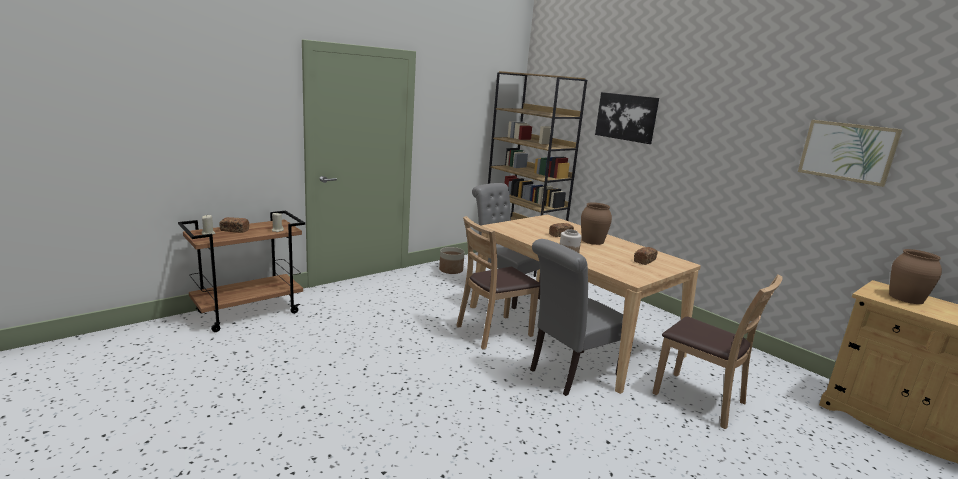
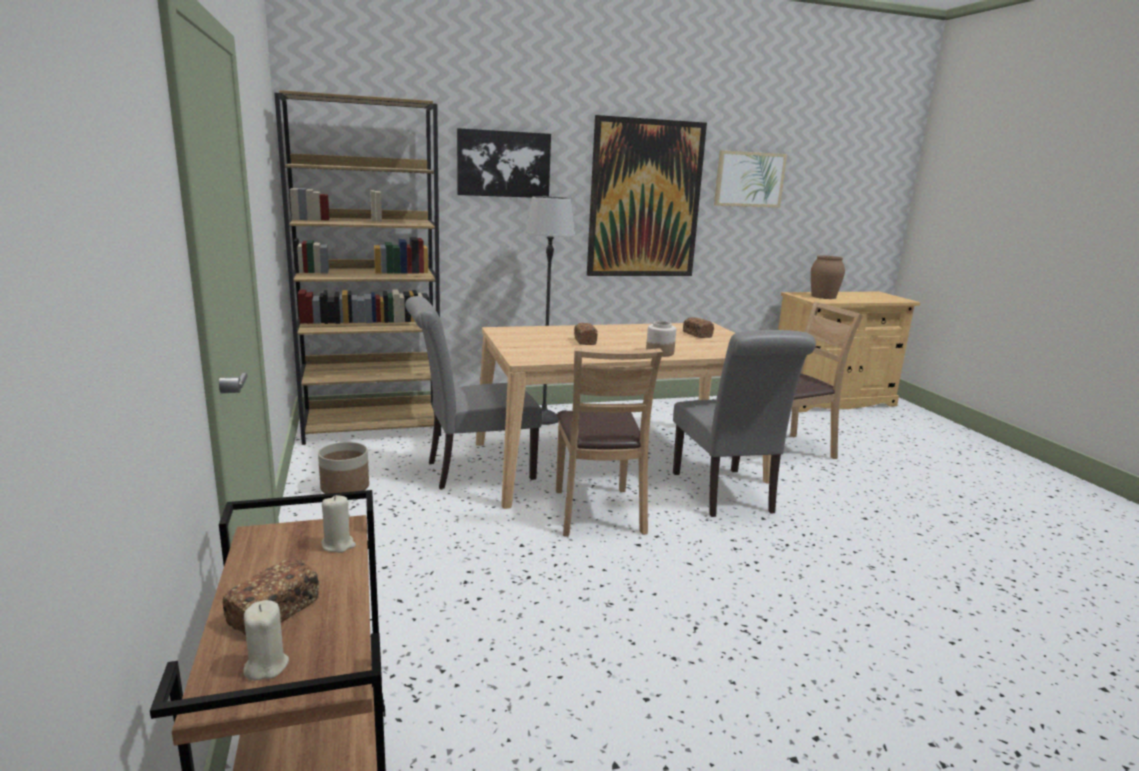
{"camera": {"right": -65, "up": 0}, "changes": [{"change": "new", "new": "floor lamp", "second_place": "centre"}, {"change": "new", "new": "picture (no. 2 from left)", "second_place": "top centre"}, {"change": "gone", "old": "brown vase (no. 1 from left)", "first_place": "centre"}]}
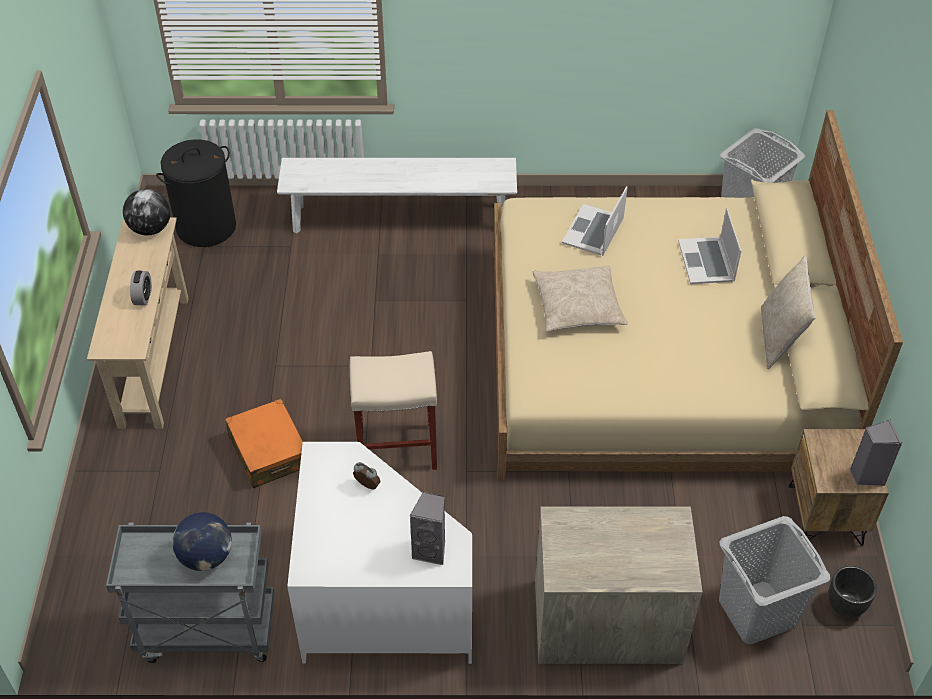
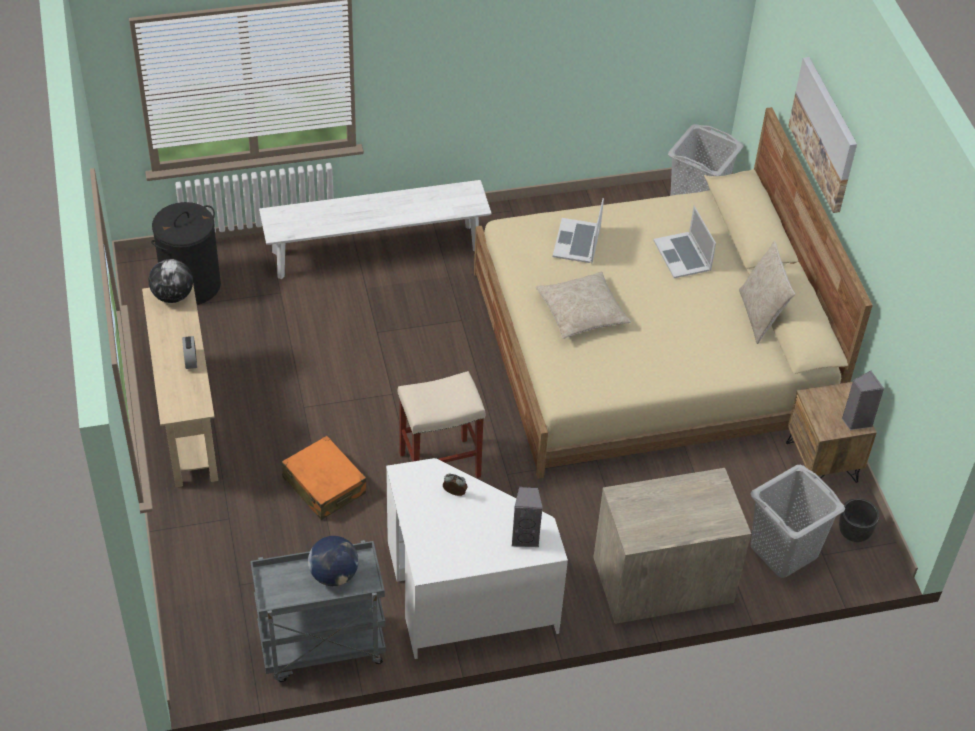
{"camera": {"right": -15, "up": 0}, "changes": [{"change": "new", "new": "picture", "second_place": "top right"}]}
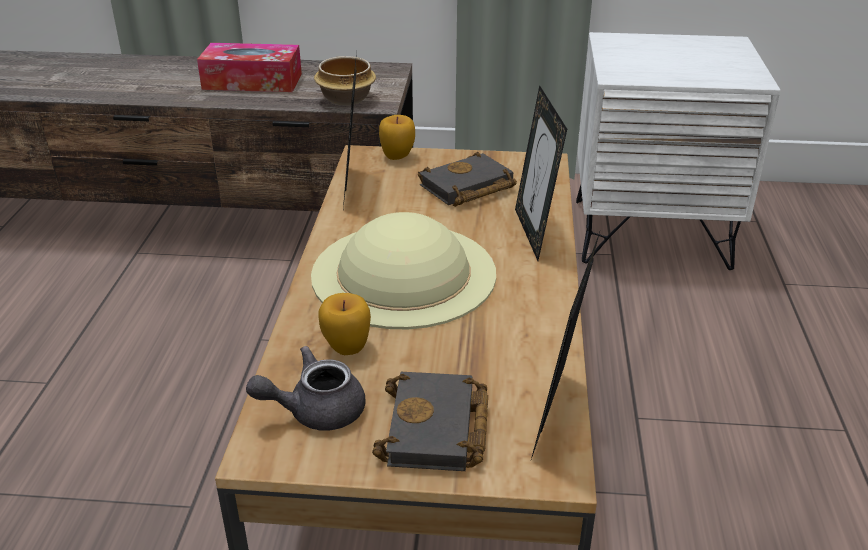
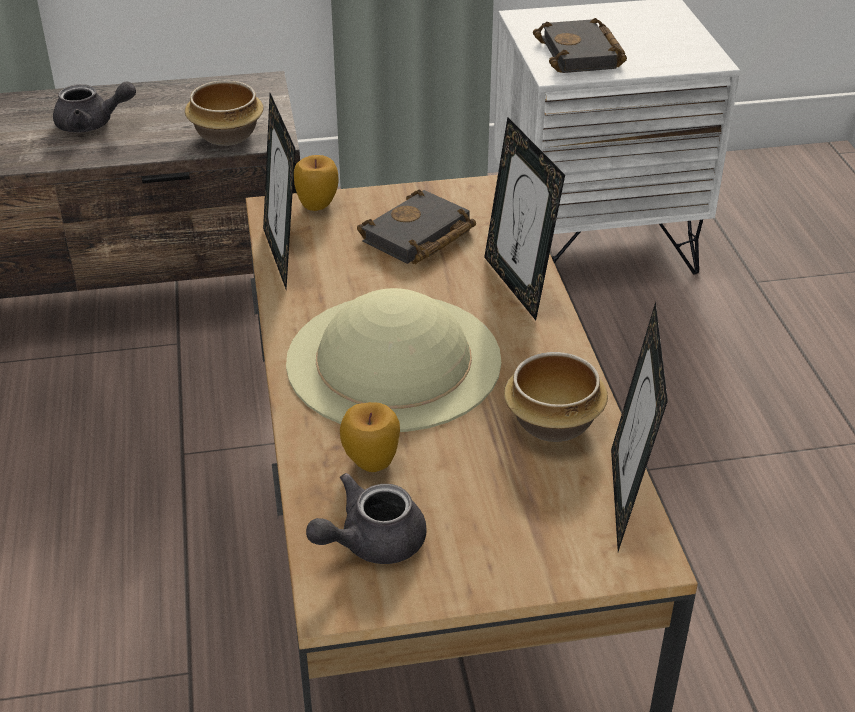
{"camera": {"right": -15, "up": 5}, "changes": [{"change": "swapped", "old": "tissue box", "new": "grey teapot (no. 1 from left)", "first_place": "top left", "second_place": "top left"}, {"change": "new", "new": "bowl (no. 2 from left)", "second_place": "centre"}, {"change": "shifted", "old": "black book (no. 1 from left in the first image)", "new": "black book (no. 2 from left)", "first_place": "bottom centre", "second_place": "top right"}]}
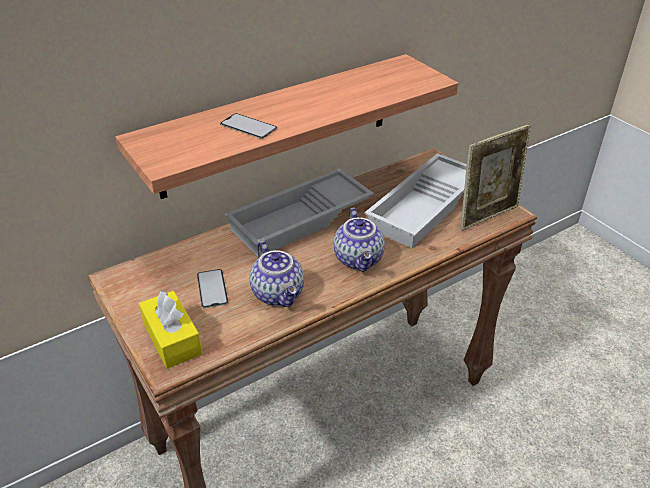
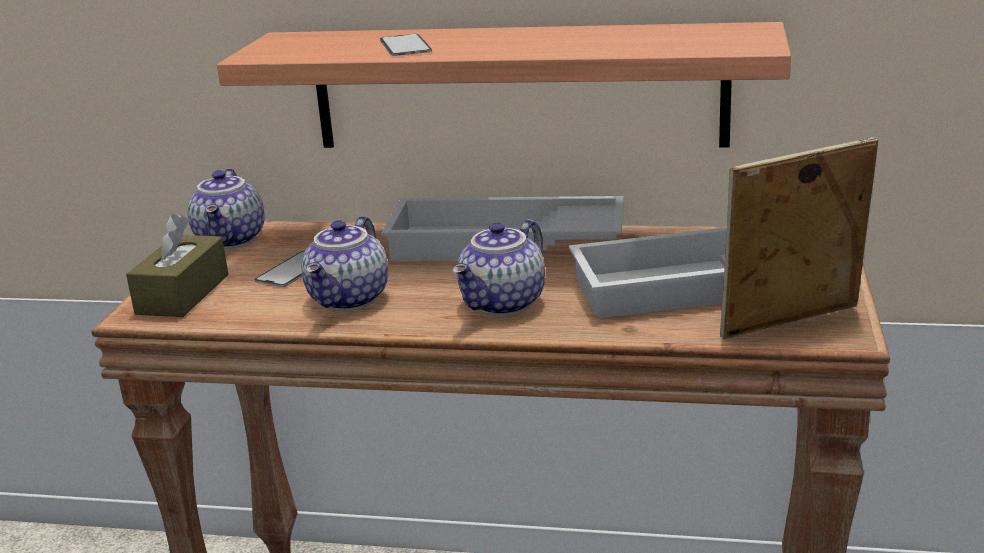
{"camera": {"right": 45, "up": -15}, "changes": [{"change": "repainted", "old": "yellow tissue box", "new": "brown tissue box", "first_place": "bottom left", "second_place": "middle left"}, {"change": "new", "new": "teapot (no. 1 from left)", "second_place": "middle left"}, {"change": "rotated", "old": "picture frame", "first_place": "middle right", "second_place": "middle right", "degrees": 150}]}
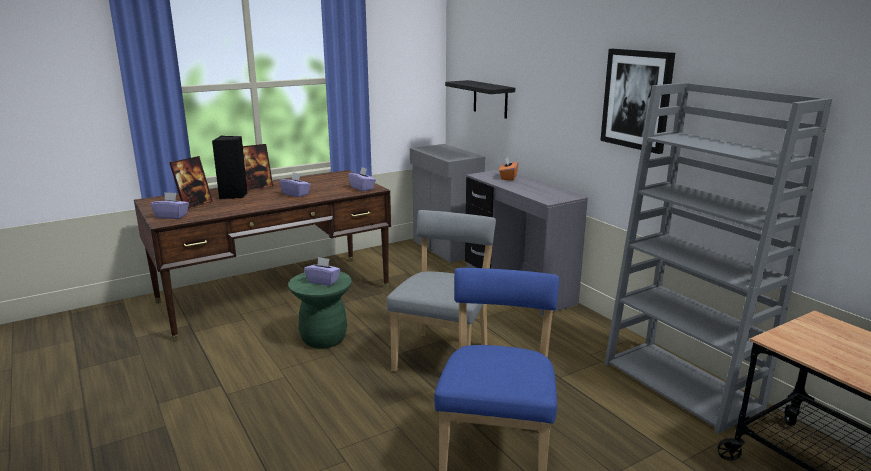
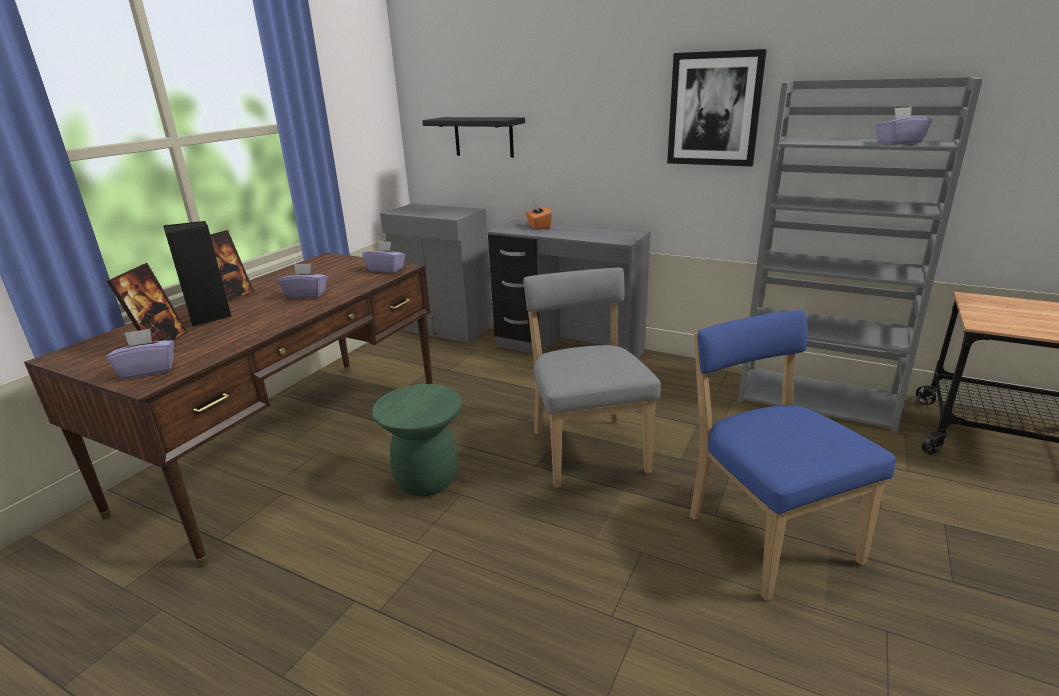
{"camera": {"right": -30, "up": 5}, "changes": [{"change": "shifted", "old": "purple tissue box (no. 3 from left in the first image)", "new": "purple tissue box (no. 4 from left)", "first_place": "centre", "second_place": "top right"}]}
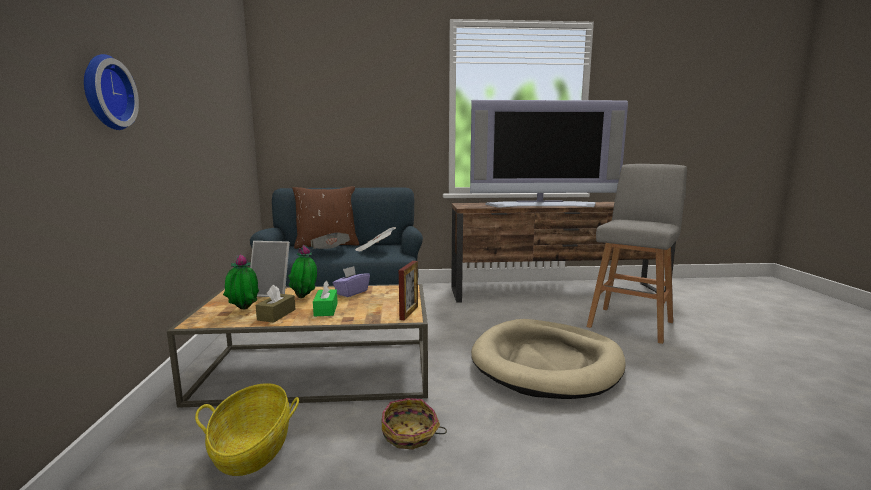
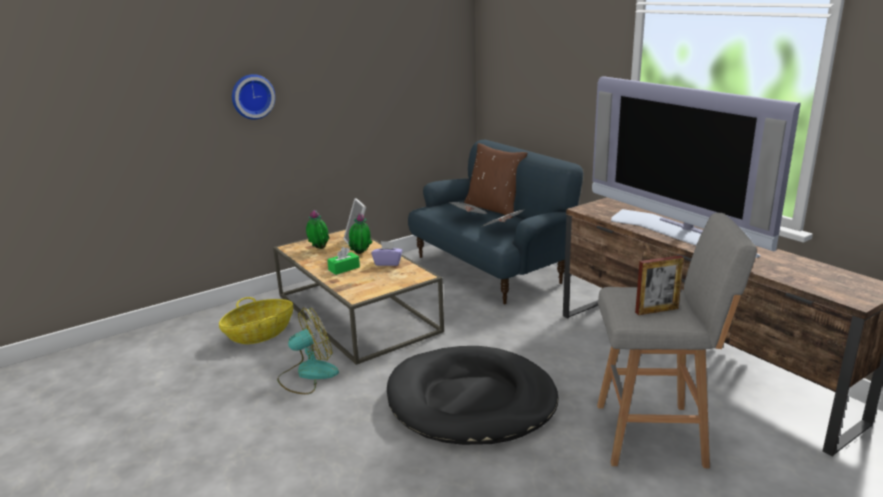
{"camera": {"right": 60, "up": 10}, "changes": [{"change": "swapped", "old": "basket (no. 2 from left)", "new": "fan", "first_place": "bottom centre", "second_place": "bottom centre"}, {"change": "repainted", "old": "beige dog bed", "new": "black dog bed", "first_place": "bottom centre", "second_place": "bottom centre"}, {"change": "shifted", "old": "picture frame (no. 2 from left)", "first_place": "centre", "second_place": "middle right"}, {"change": "gone", "old": "brown tissue box", "first_place": "middle left"}]}
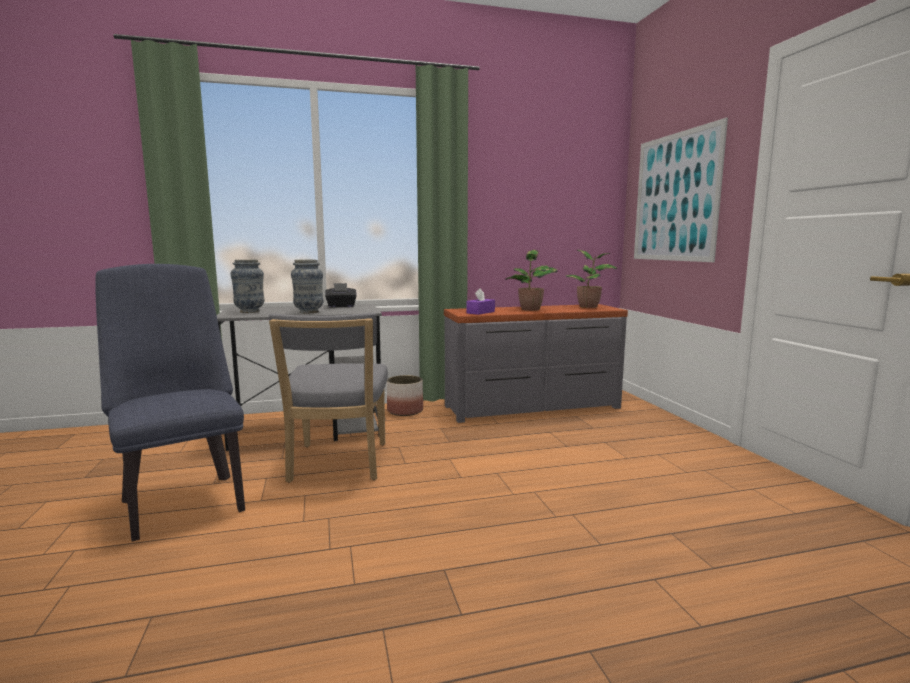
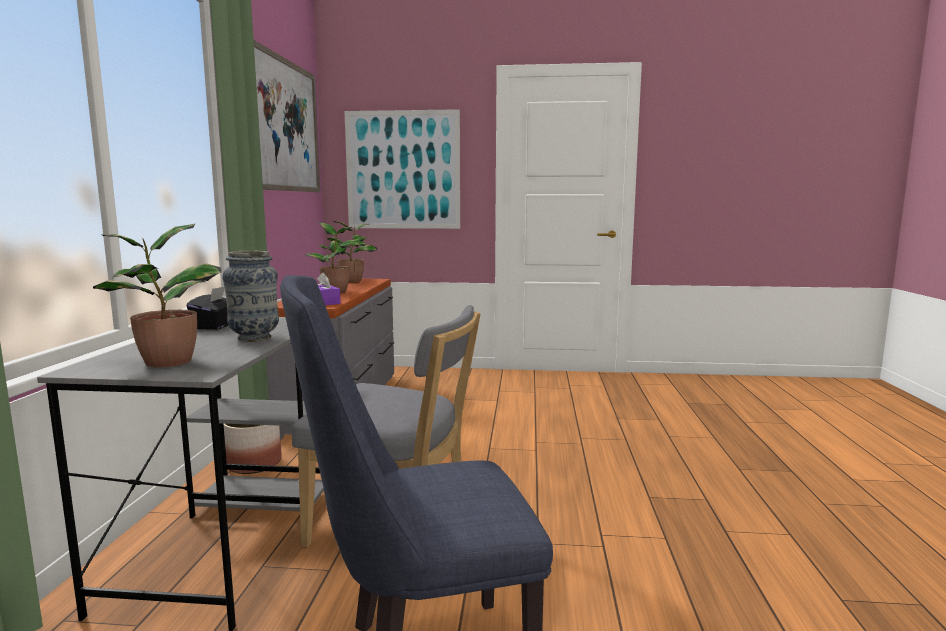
{"camera": {"right": -70, "up": 0}, "changes": [{"change": "swapped", "old": "vase (no. 1 from left)", "new": "potted plant (no. 1 from left)", "first_place": "middle left", "second_place": "middle left"}, {"change": "new", "new": "picture (no. 1 from left)", "second_place": "top left"}]}
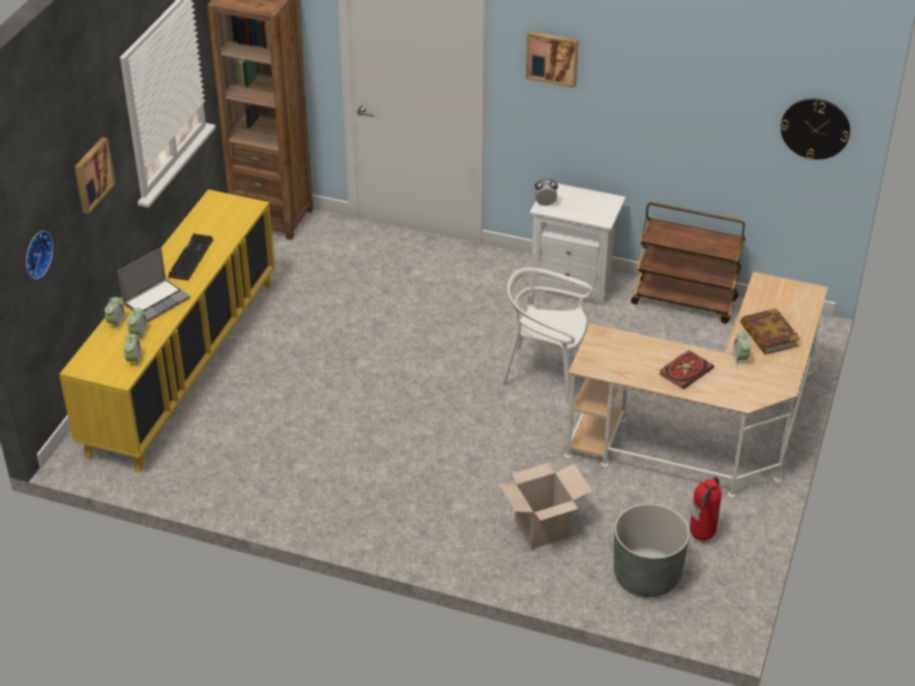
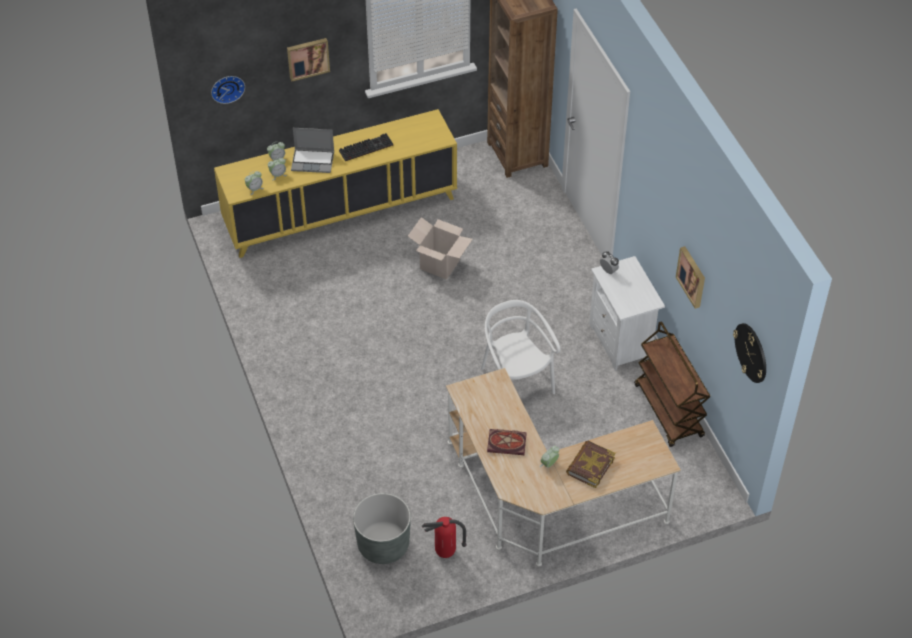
{"camera": {"right": 50, "up": 10}, "changes": [{"change": "shifted", "old": "cardboard box", "first_place": "bottom centre", "second_place": "centre"}, {"change": "shifted", "old": "picture (no. 2 from left)", "first_place": "top centre", "second_place": "middle right"}]}
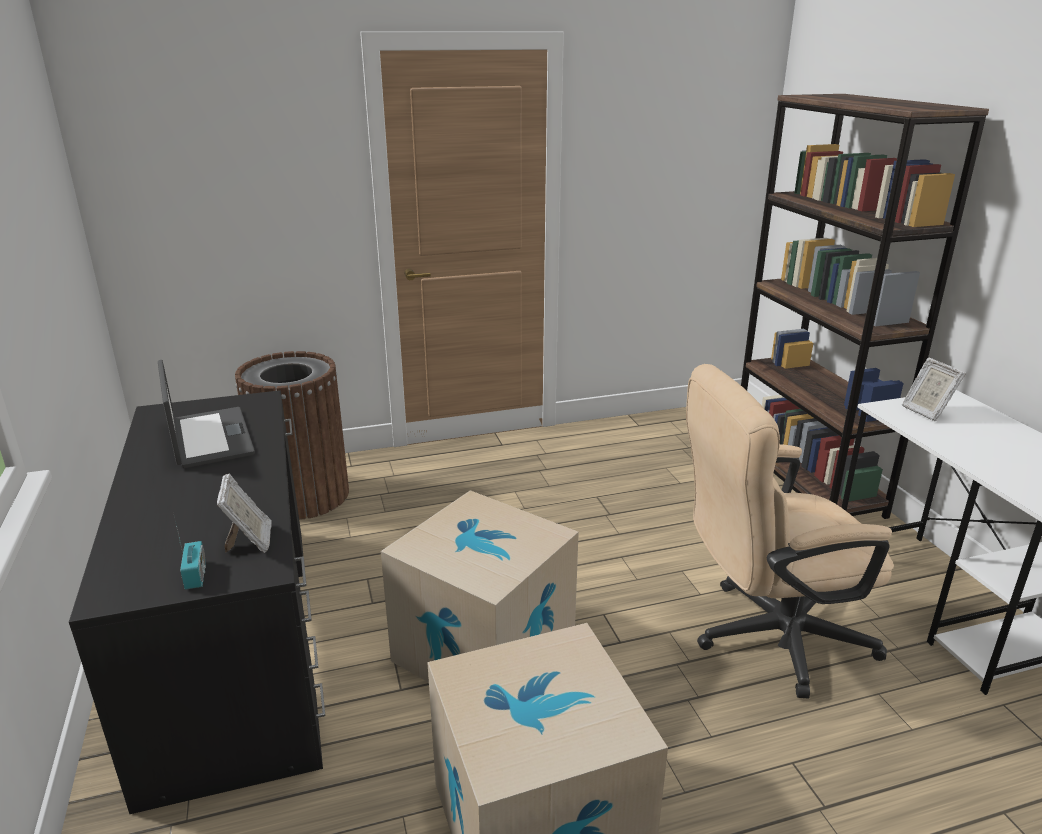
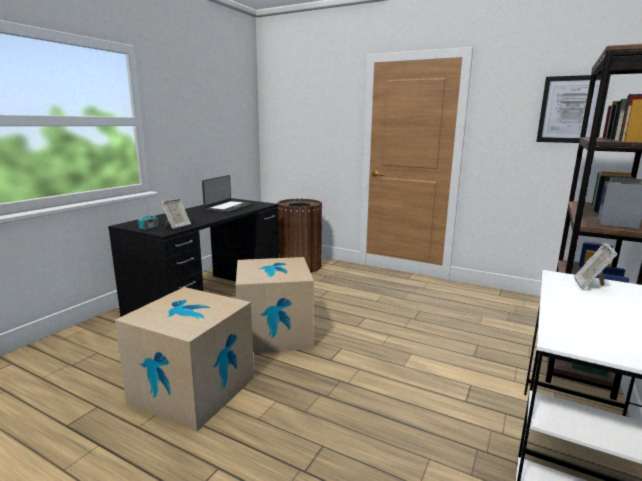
{"camera": {"right": 45, "up": -10}, "changes": [{"change": "new", "new": "picture", "second_place": "top right"}, {"change": "gone", "old": "beige office chair", "first_place": "middle right"}]}
